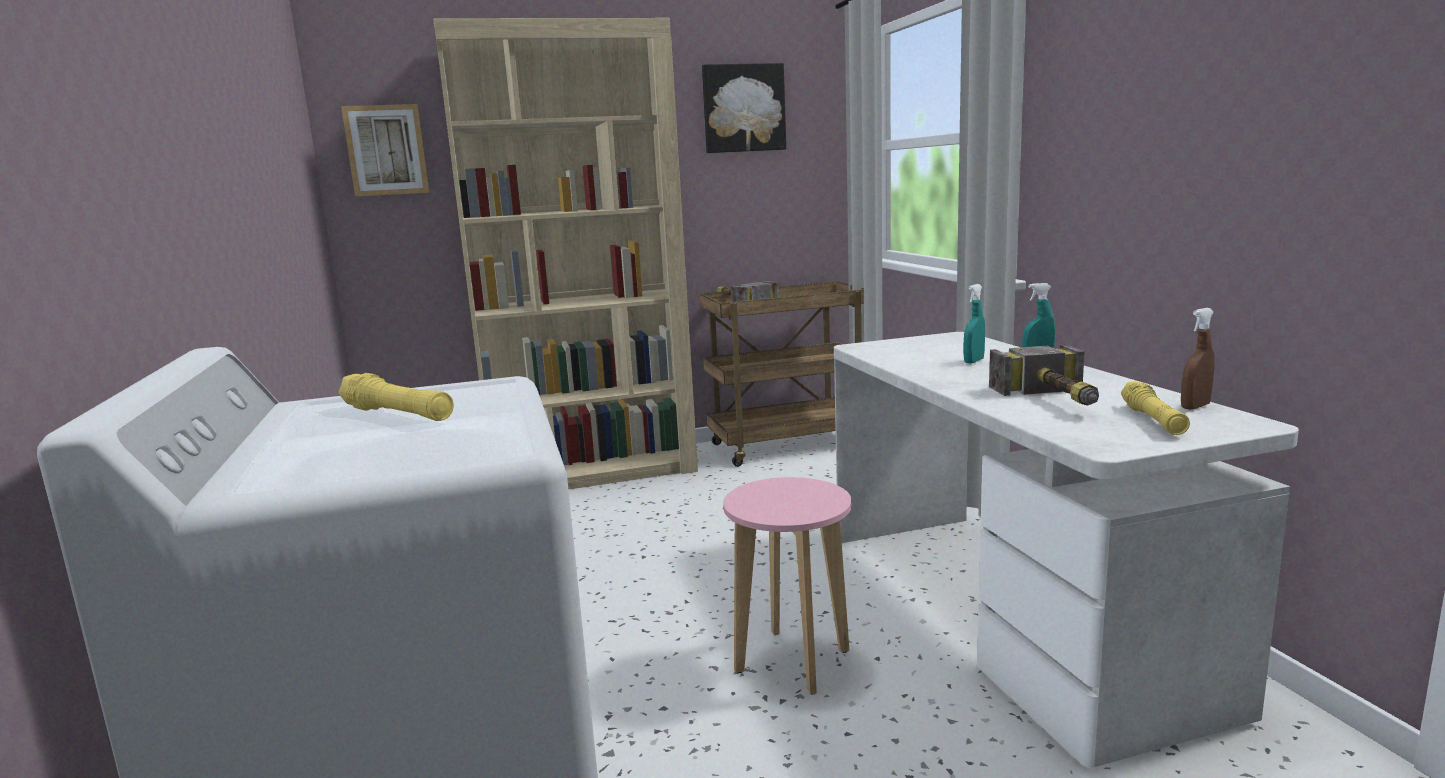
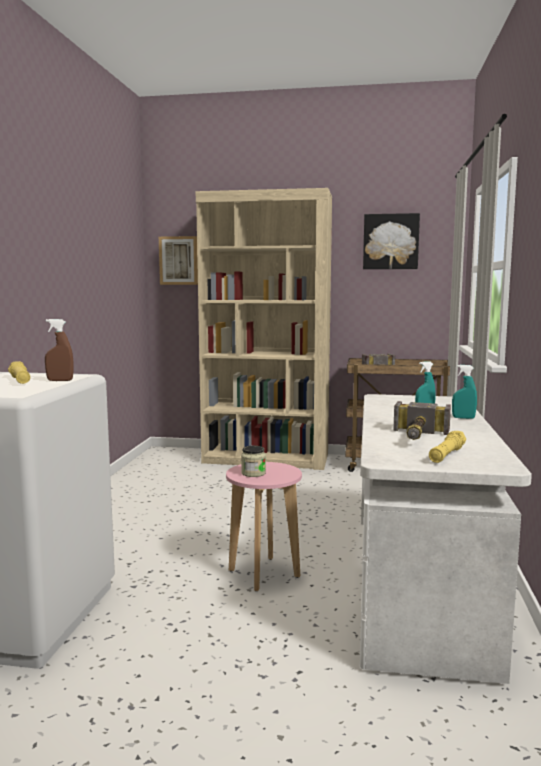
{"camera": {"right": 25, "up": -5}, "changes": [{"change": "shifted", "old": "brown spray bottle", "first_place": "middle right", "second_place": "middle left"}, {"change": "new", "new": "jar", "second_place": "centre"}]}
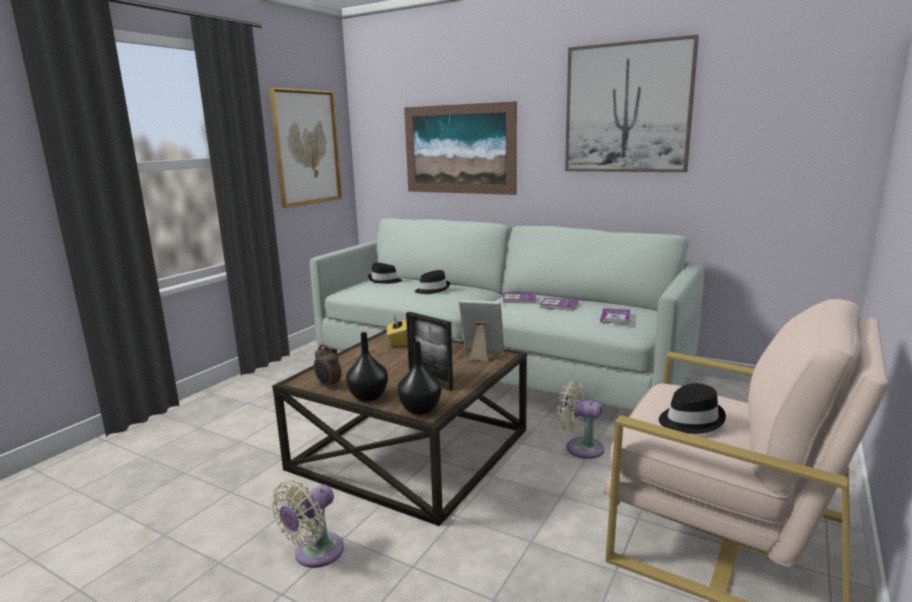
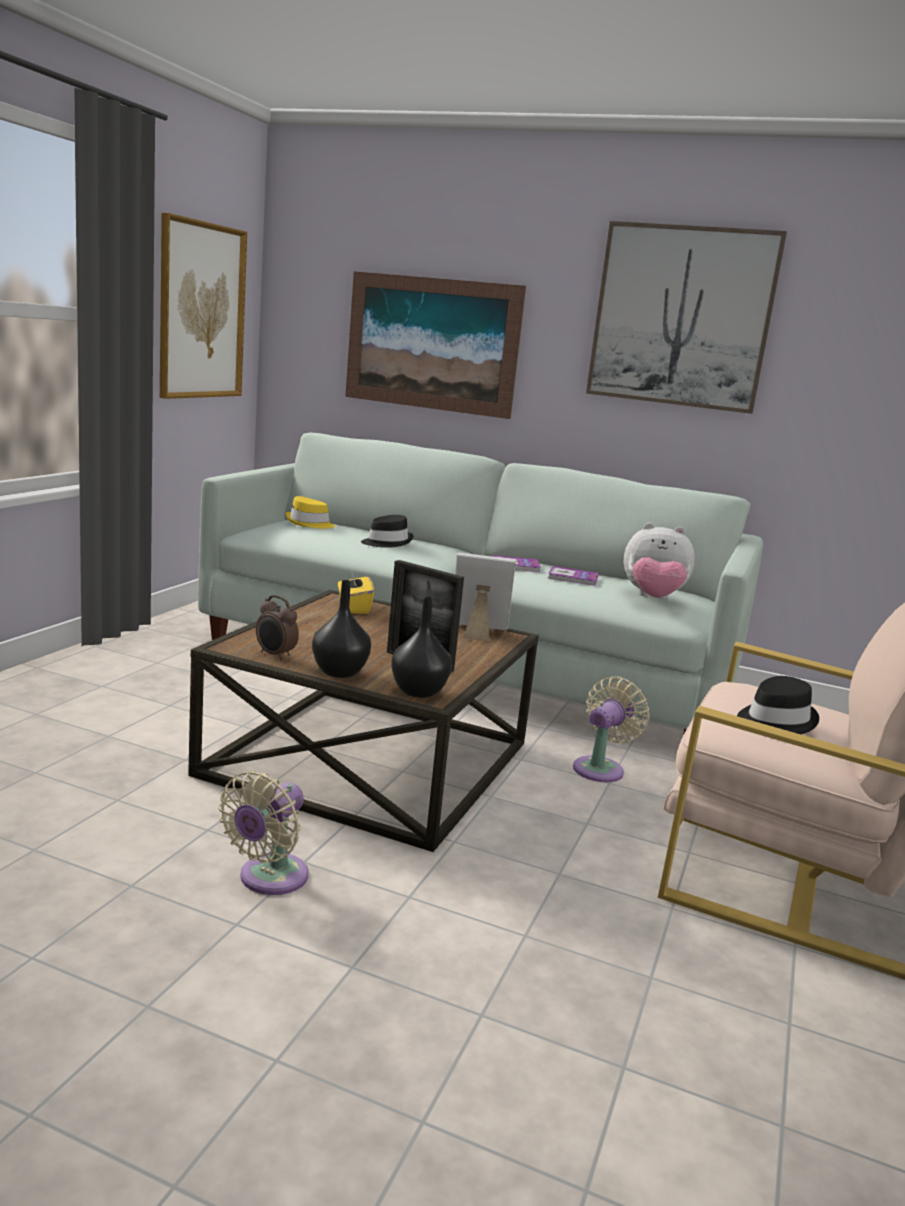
{"camera": {"right": -10, "up": 0}, "changes": [{"change": "repainted", "old": "black hat (no. 1 from left)", "new": "yellow hat", "first_place": "centre", "second_place": "centre"}, {"change": "rotated", "old": "beige fan (no. 2 from left)", "first_place": "bottom centre", "second_place": "middle right", "degrees": 105}, {"change": "swapped", "old": "book (no. 3 from left)", "new": "plush toy", "first_place": "middle right", "second_place": "middle right"}]}
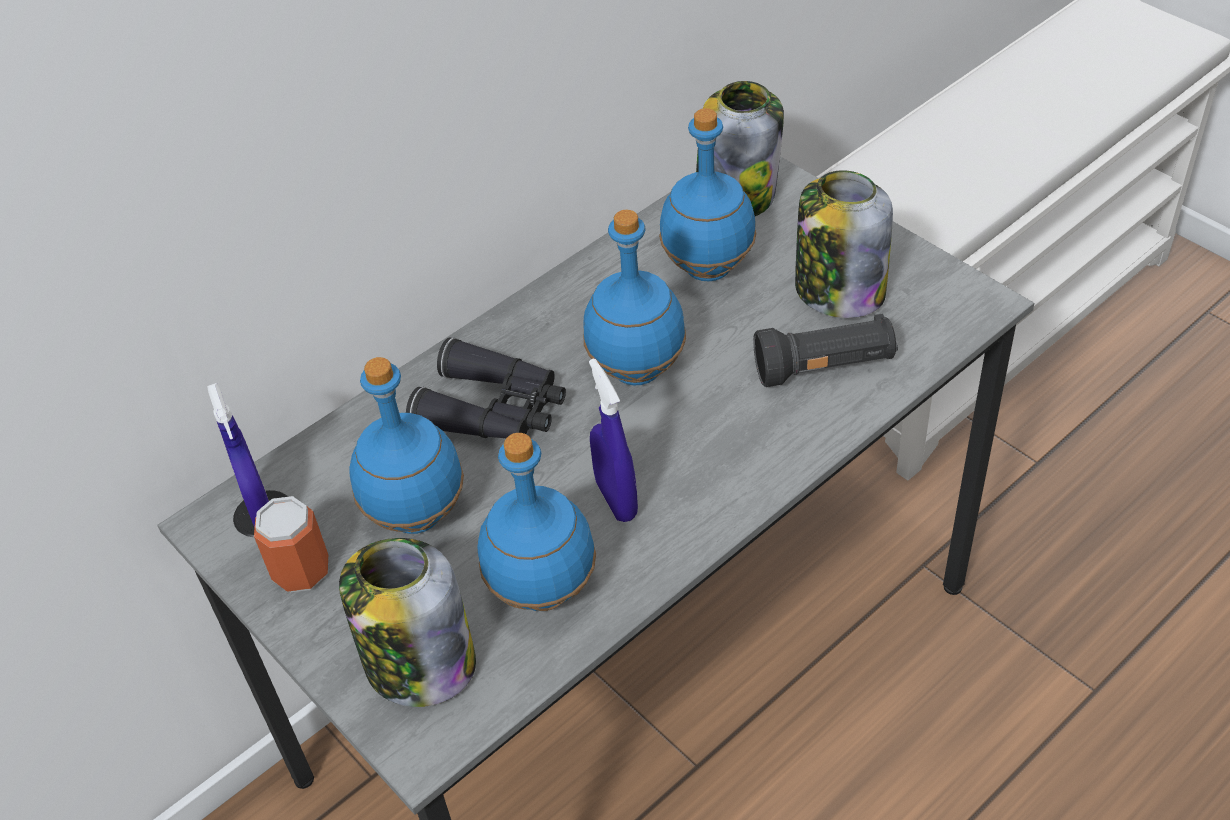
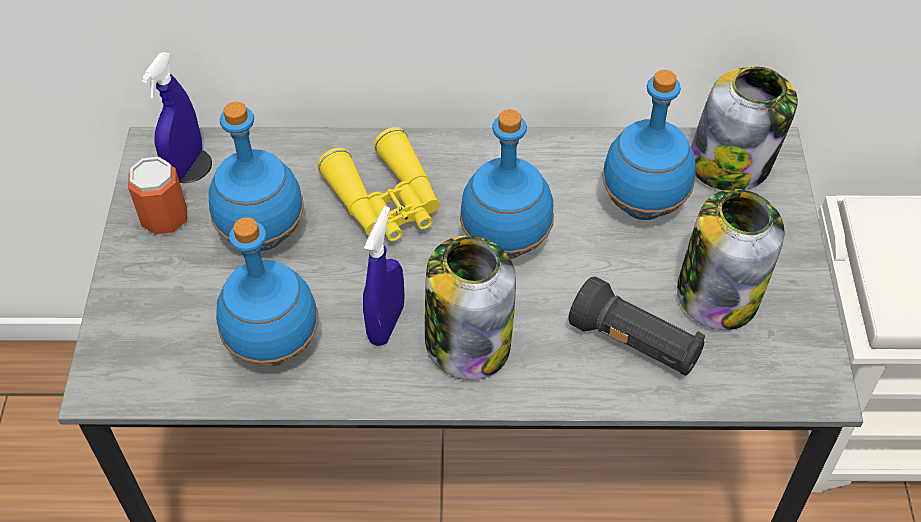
{"camera": {"right": 40, "up": 5}, "changes": [{"change": "repainted", "old": "black binoculars", "new": "yellow binoculars", "first_place": "centre", "second_place": "centre"}, {"change": "shifted", "old": "jar (no. 1 from left)", "first_place": "bottom left", "second_place": "centre"}]}
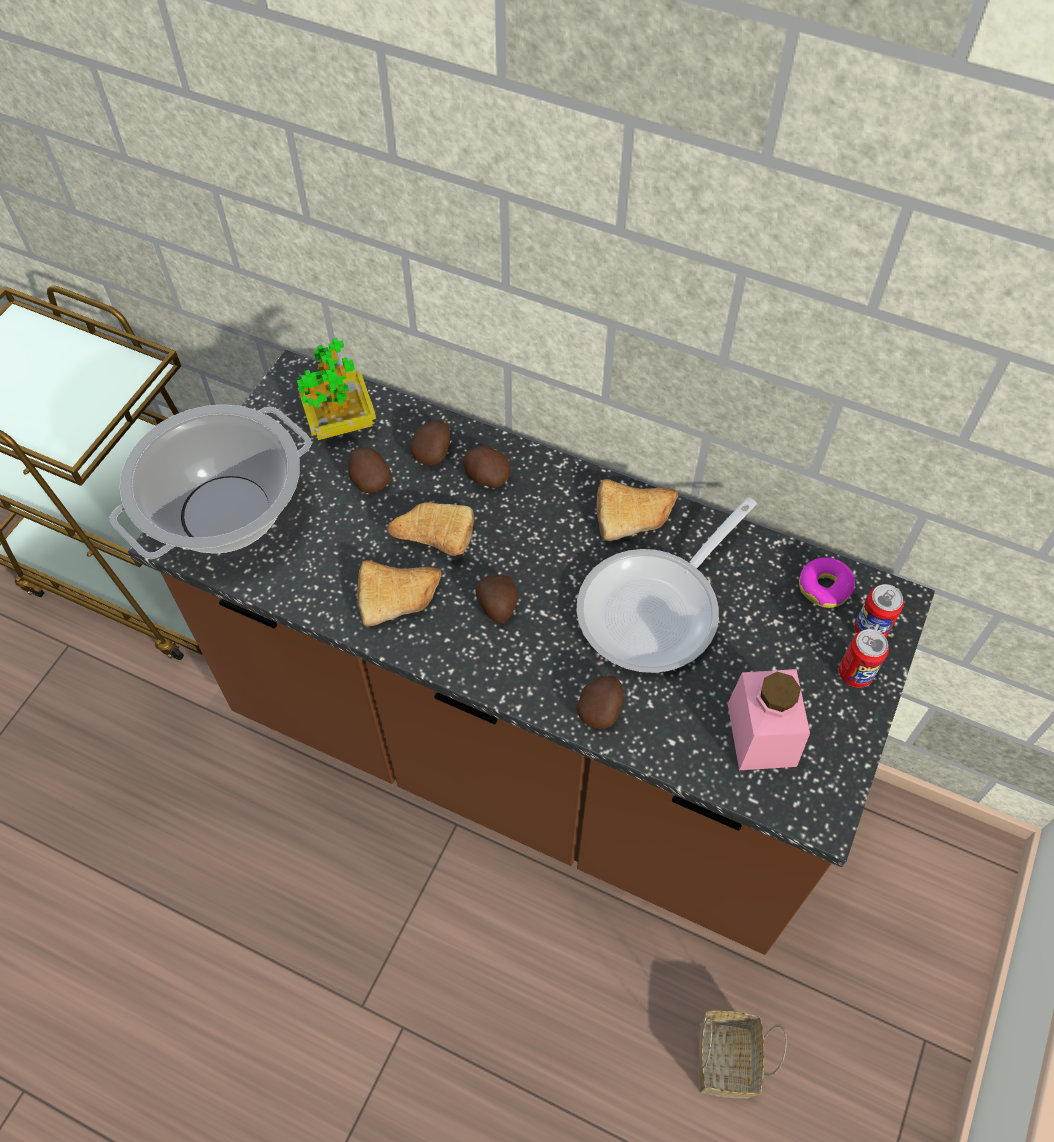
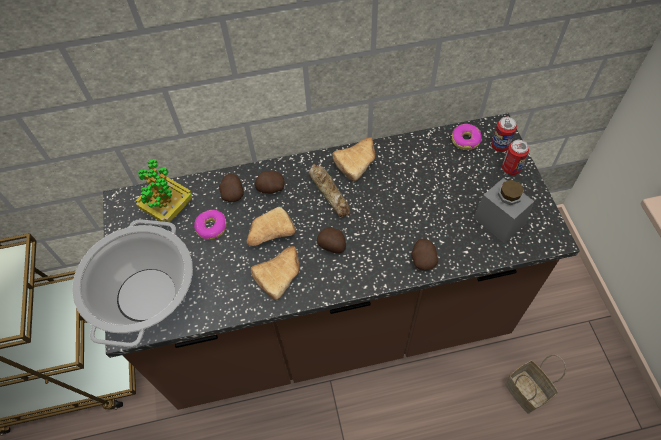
{"camera": {"right": -35, "up": 0}, "changes": [{"change": "swapped", "old": "potato (no. 1 from left)", "new": "donut (no. 1 from left)", "first_place": "centre", "second_place": "middle left"}, {"change": "new", "new": "bread (no. 3 from left)", "second_place": "centre"}, {"change": "repainted", "old": "pink jar", "new": "grey jar", "first_place": "middle right", "second_place": "middle right"}, {"change": "gone", "old": "frying pan", "first_place": "centre"}]}
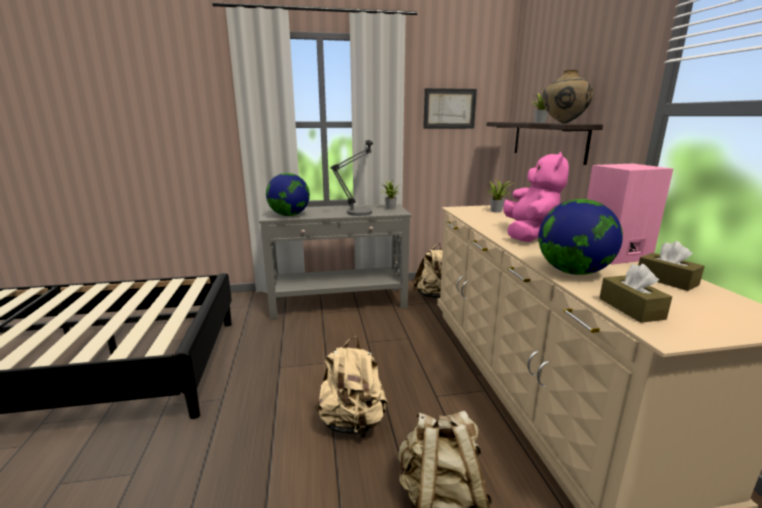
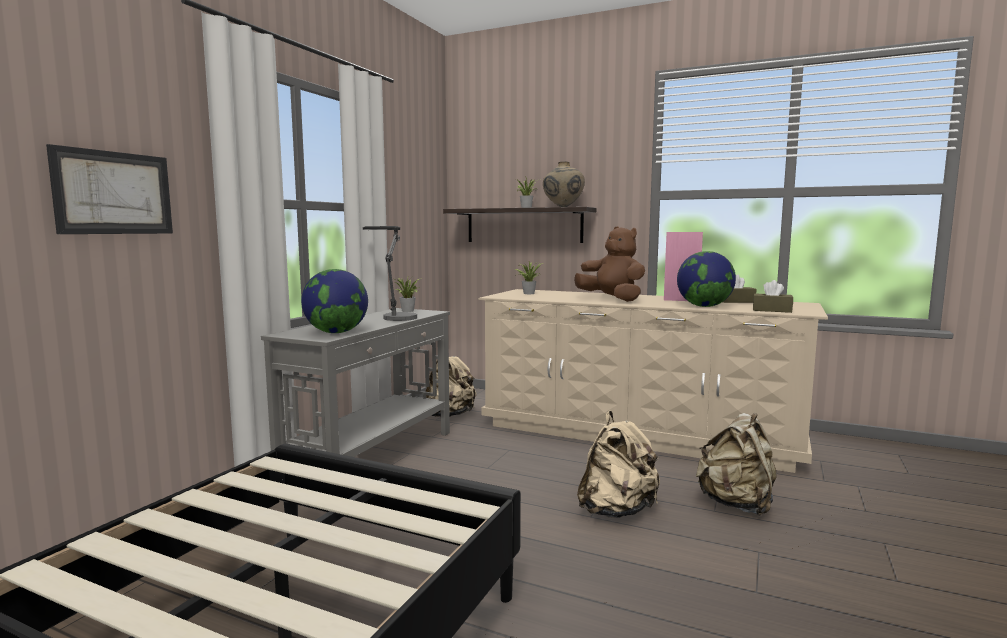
{"camera": {"right": -55, "up": -10}, "changes": [{"change": "shifted", "old": "picture", "first_place": "top centre", "second_place": "top left"}, {"change": "repainted", "old": "pink plush toy", "new": "brown plush toy", "first_place": "middle right", "second_place": "centre"}]}
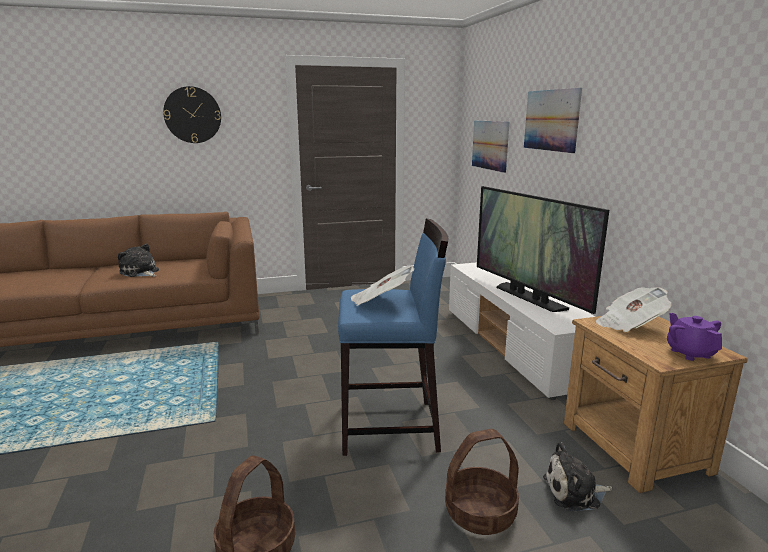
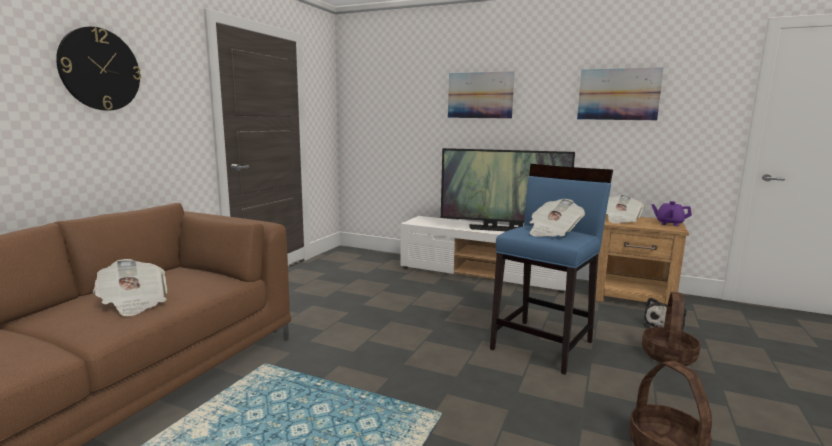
{"camera": {"right": -50, "up": -5}, "changes": [{"change": "swapped", "old": "plush toy (no. 1 from left)", "new": "newspaper (no. 1 from left)", "first_place": "middle left", "second_place": "middle left"}, {"change": "shifted", "old": "picture (no. 1 from left in the first image)", "new": "picture (no. 2 from left)", "first_place": "top centre", "second_place": "top right"}]}
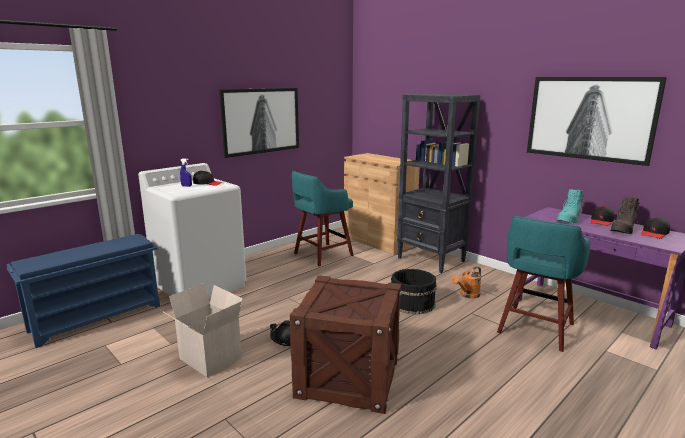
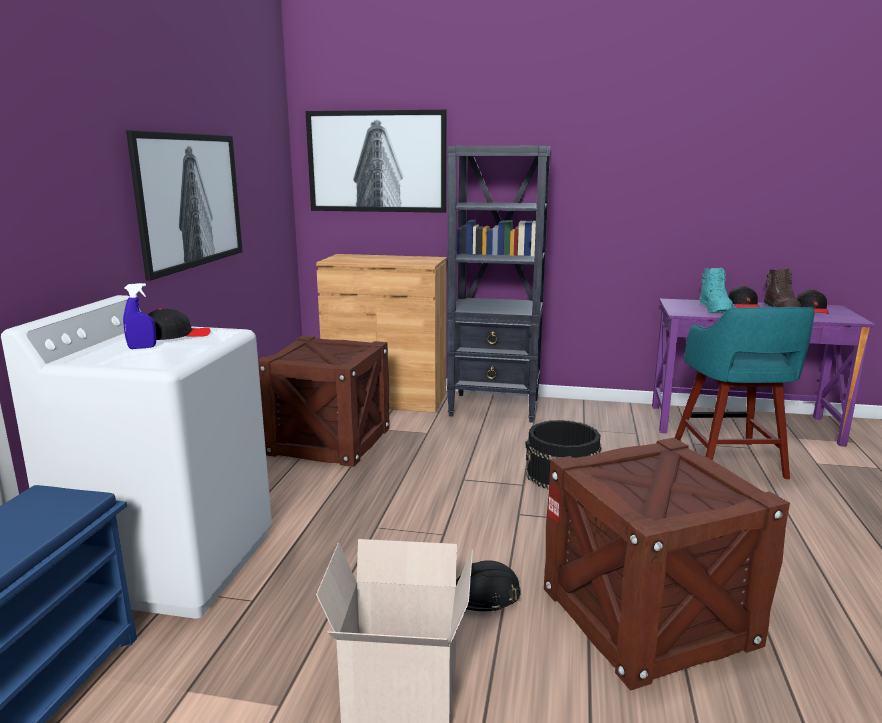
{"camera": {"right": -35, "up": 0}, "changes": [{"change": "swapped", "old": "turquoise stool (no. 1 from left)", "new": "crate (no. 1 from left)", "first_place": "centre", "second_place": "centre"}, {"change": "shifted", "old": "picture (no. 2 from left)", "first_place": "top right", "second_place": "top centre"}, {"change": "gone", "old": "orange watering can", "first_place": "middle right"}]}
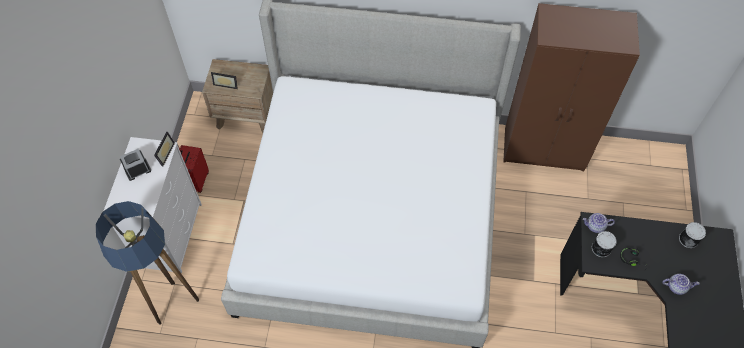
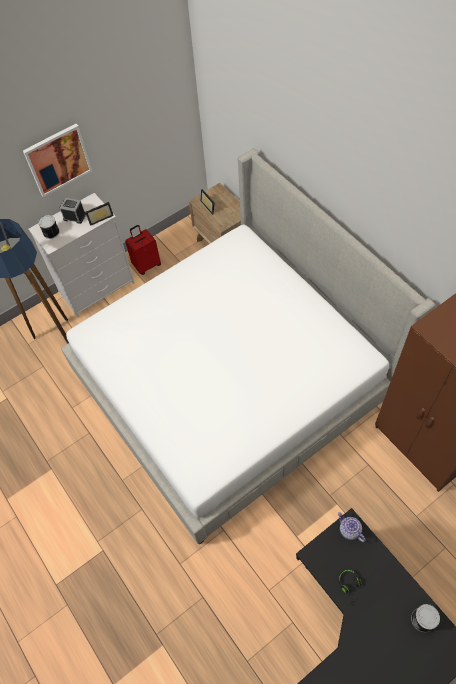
{"camera": {"right": 50, "up": 0}, "changes": [{"change": "new", "new": "picture", "second_place": "top left"}, {"change": "shifted", "old": "can (no. 1 from left)", "first_place": "bottom right", "second_place": "top left"}, {"change": "gone", "old": "teapot (no. 2 from left)", "first_place": "bottom right"}]}
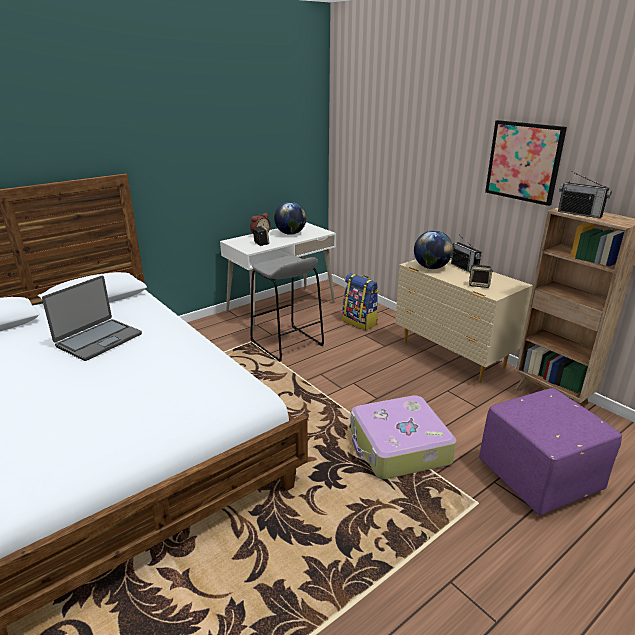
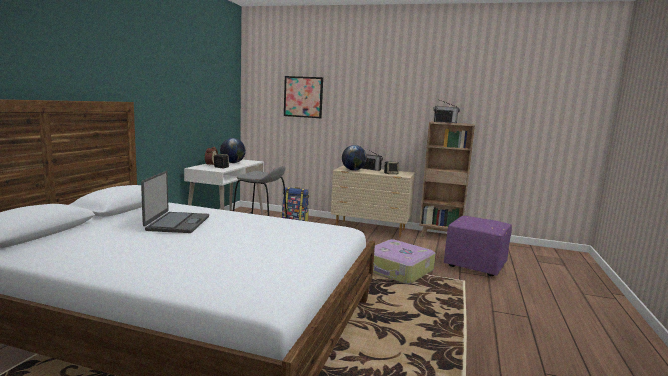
{"camera": {"right": -35, "up": -15}, "changes": [{"change": "shifted", "old": "picture", "first_place": "top right", "second_place": "top centre"}]}
